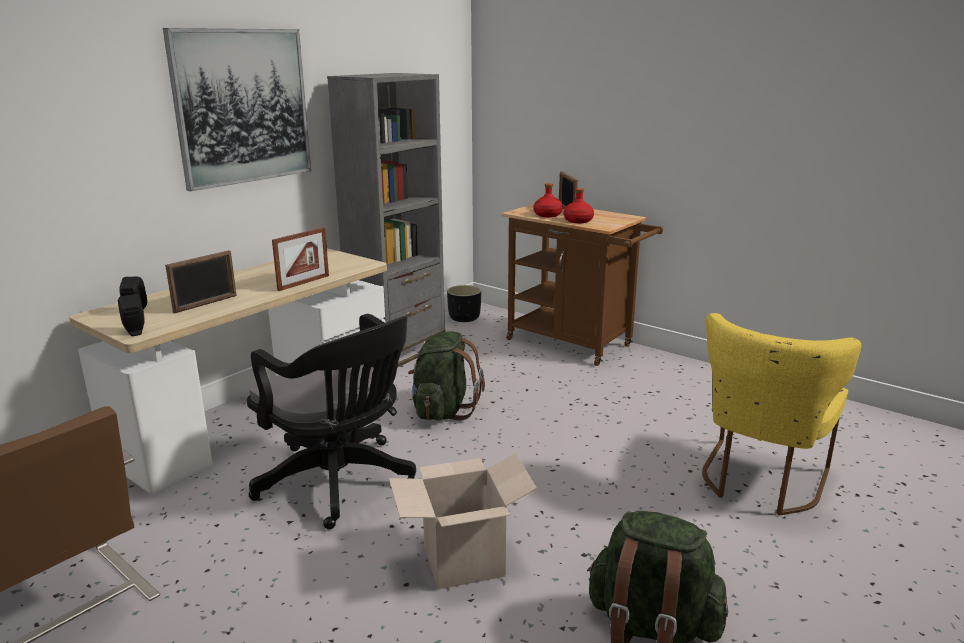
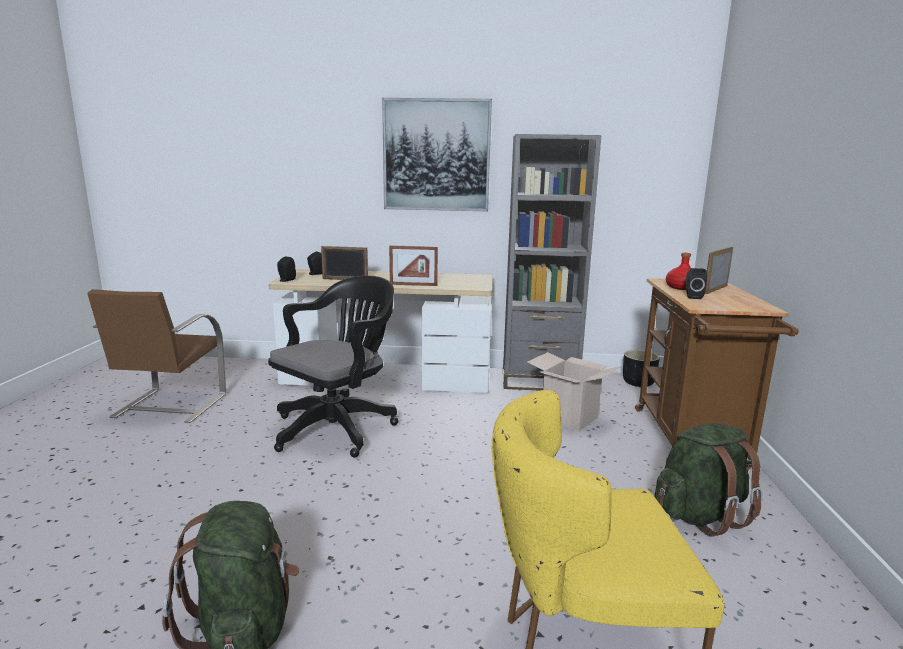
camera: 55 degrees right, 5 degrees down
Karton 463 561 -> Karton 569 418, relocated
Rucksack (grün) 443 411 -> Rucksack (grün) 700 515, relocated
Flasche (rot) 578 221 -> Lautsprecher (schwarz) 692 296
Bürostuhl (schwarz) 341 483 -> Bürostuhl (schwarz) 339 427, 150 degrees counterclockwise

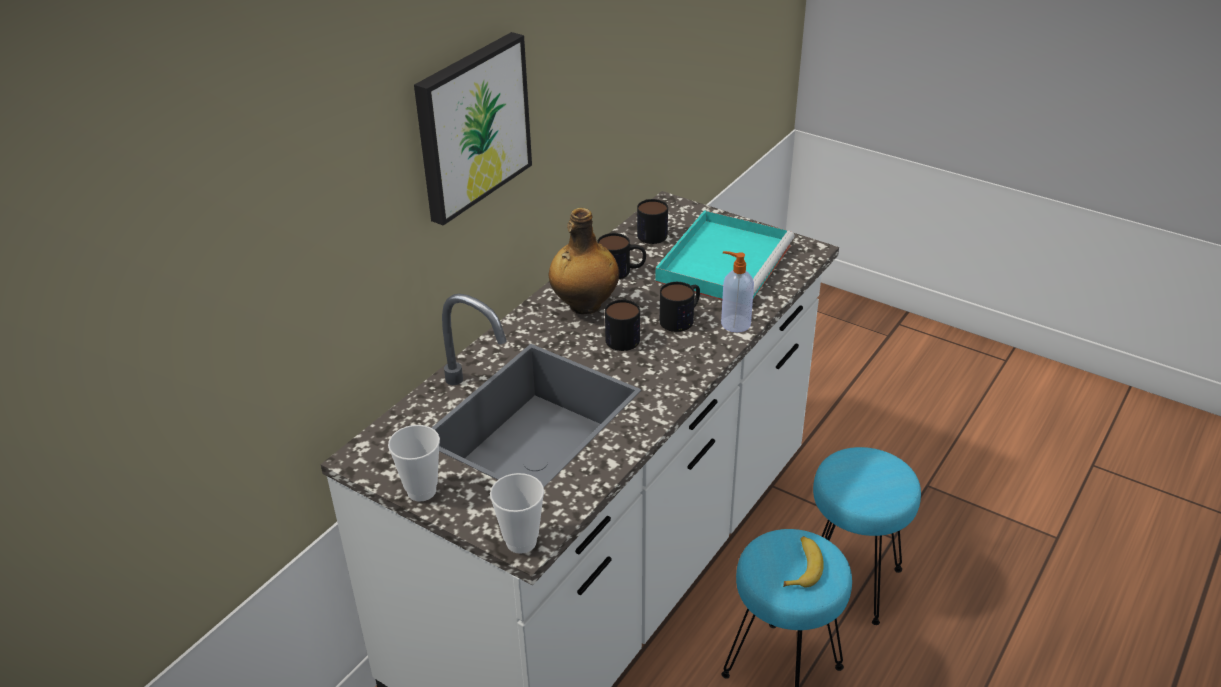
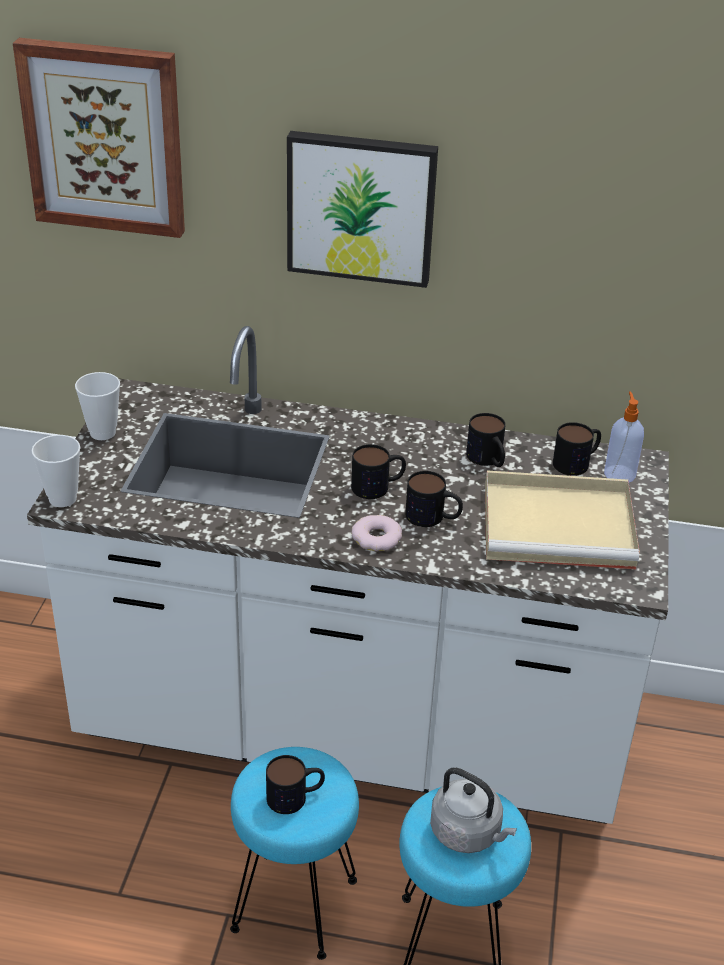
camera: 65 degrees right, 0 degrees up
Flasche 584 306 -> none
none -> Bild 104 137
none -> Donut 377 538
none -> Wasserkessel (grau) 468 833
Seifenspender 734 323 -> Seifenspender 619 473, relocated
Banane 802 566 -> Henkelbecher 295 796
Tablett (türkis) 724 261 -> Tablett (beige) 561 525

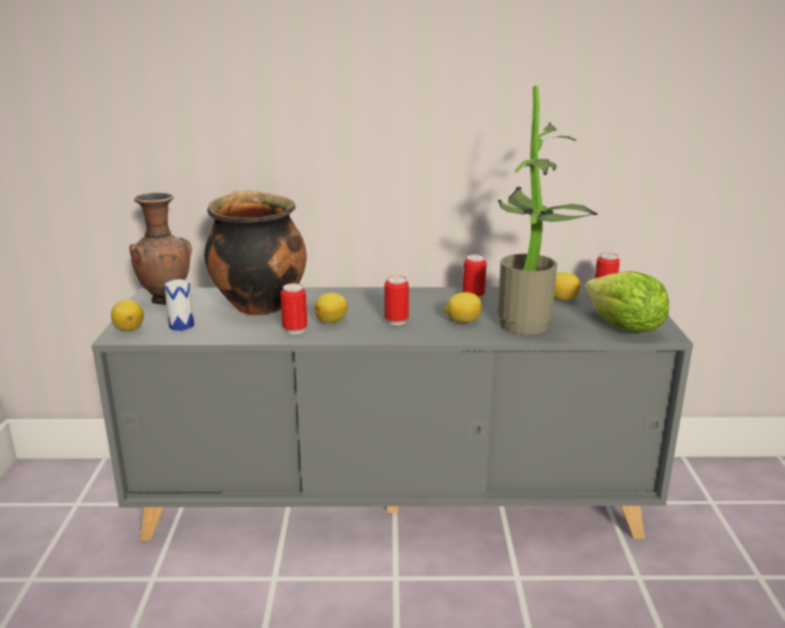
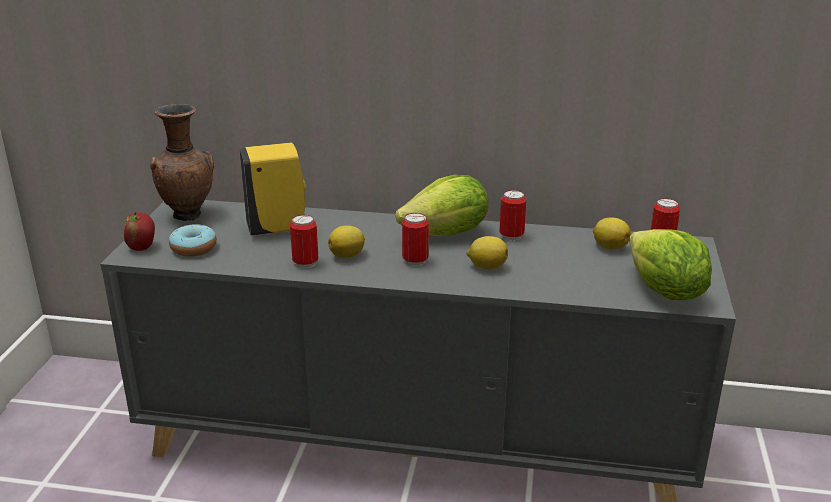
camera: 10 degrees right, 5 degrees up
Topfpflanze 532 326 -> none
none -> Salatkopf 447 234
Zitrone 129 328 -> Apfel 142 247
Dose 181 326 -> Donut 193 248
Kochtopf 258 305 -> Seifenspender (gelb) 278 229

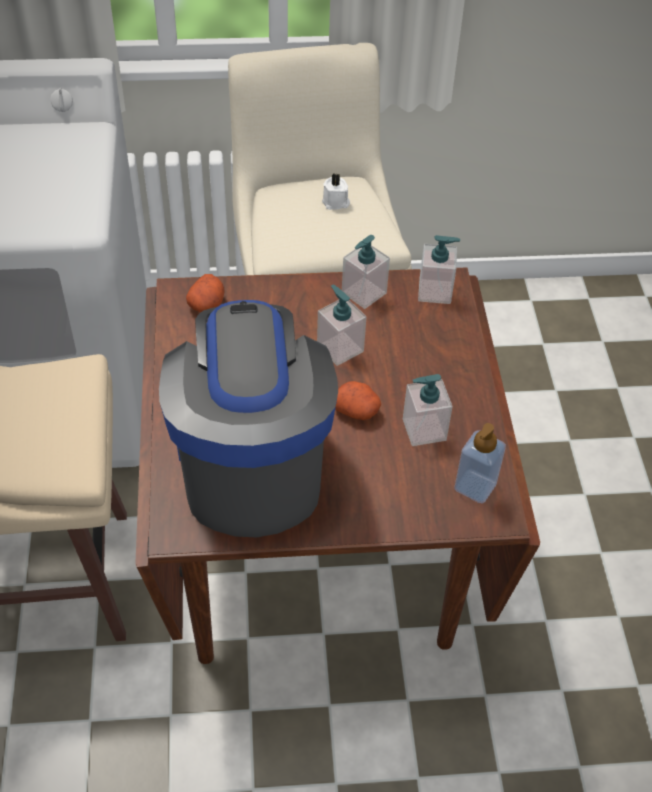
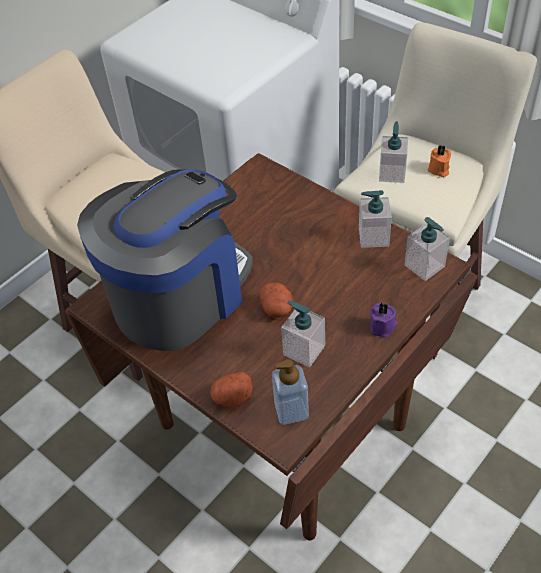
camera: 50 degrees right, 0 degrees up
none -> Kerze (lila) 383 327
Kartoffel 206 304 -> Kartoffel 232 397, relocated
Seifenspender 340 348 -> Seifenspender 392 173, relocated
Kerze (weiß) 336 202 -> Kerze (orange) 438 170

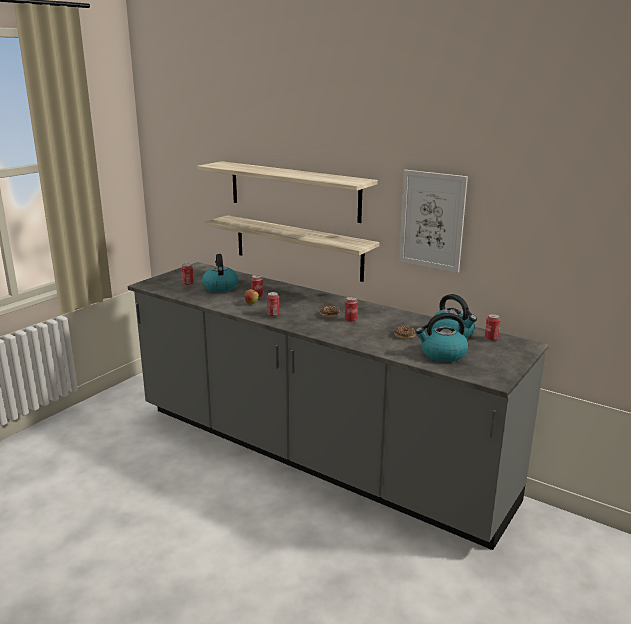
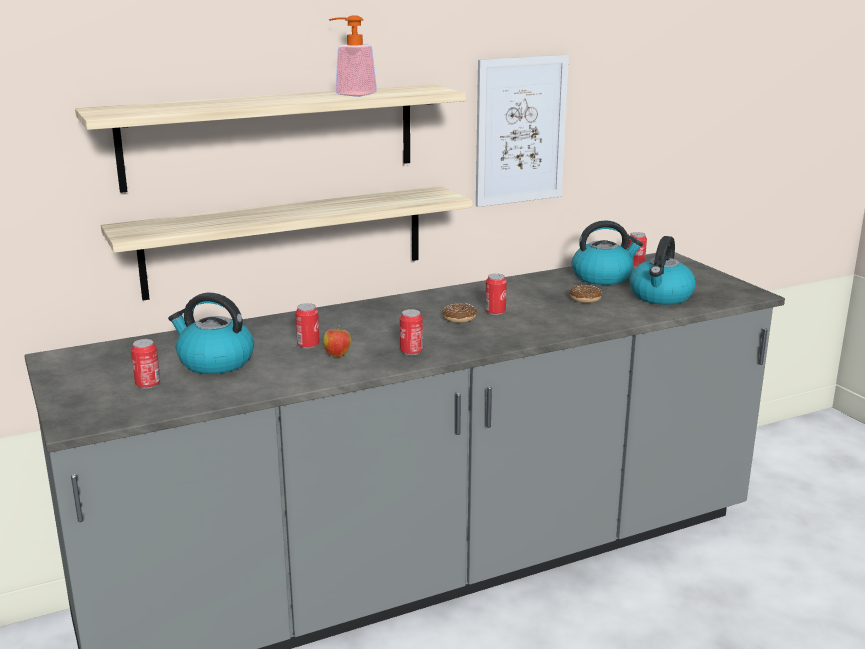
camera: 60 degrees left, 0 degrees up
none -> Seifenspender 350 93

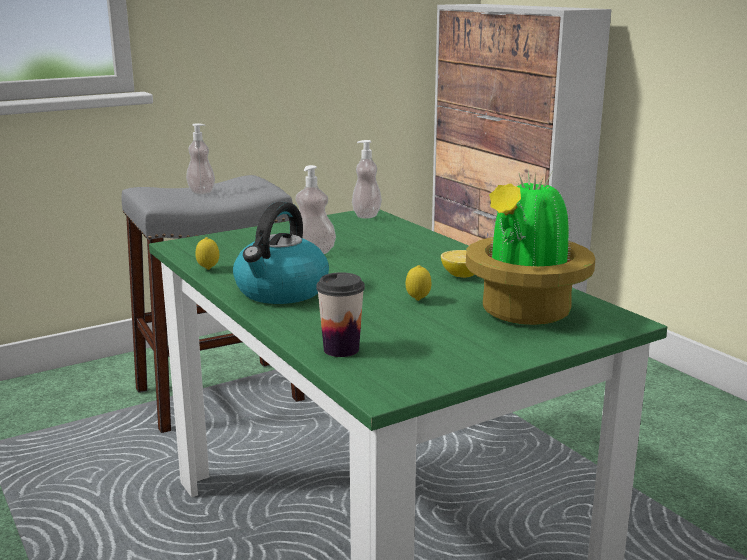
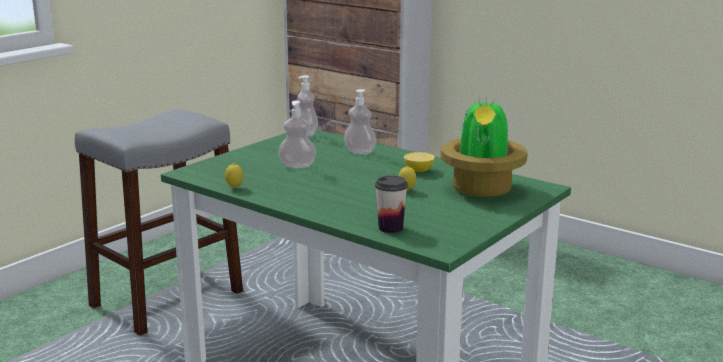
camera: 20 degrees left, 0 degrees up
Wasserkessel 281 291 -> none
Seifenspender 201 192 -> Seifenspender 360 152, relocated

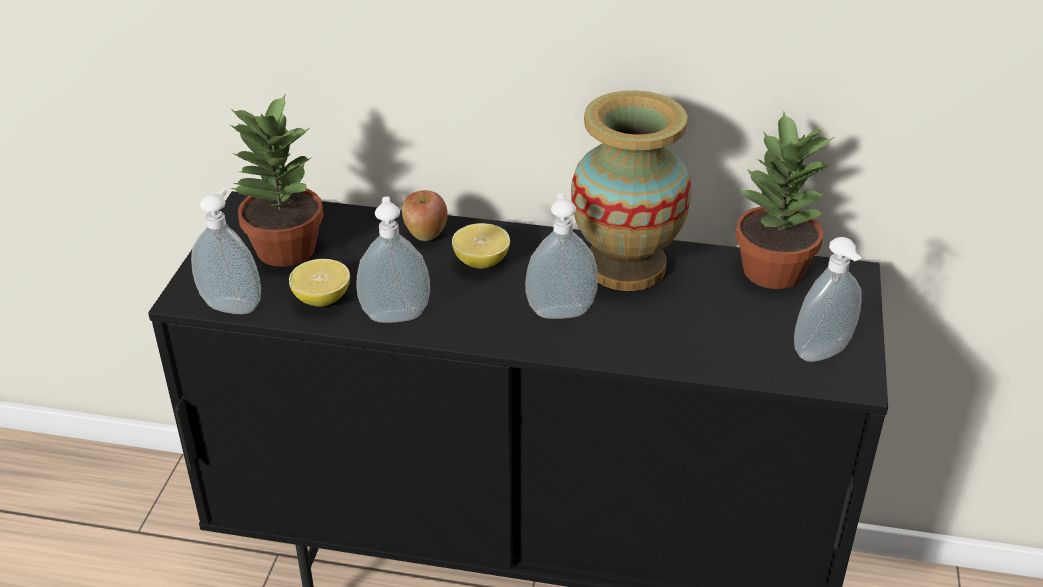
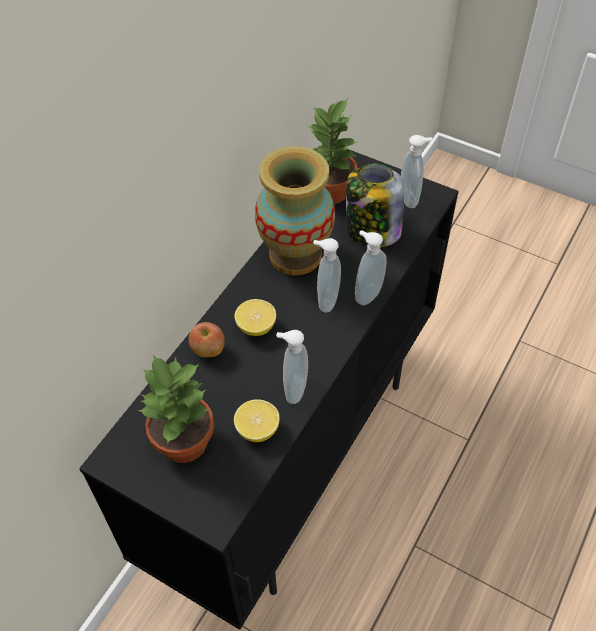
camera: 70 degrees left, 15 degrees up
none -> Vorratsglas 372 231
Seifenspender 233 305 -> Seifenspender 367 294, relocated

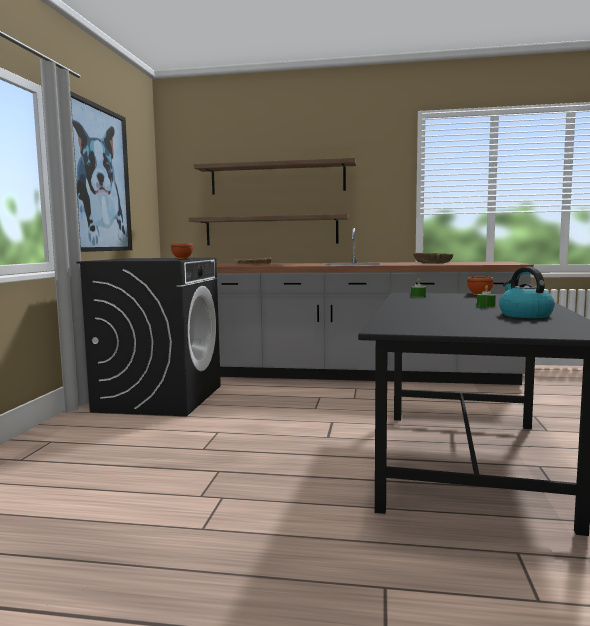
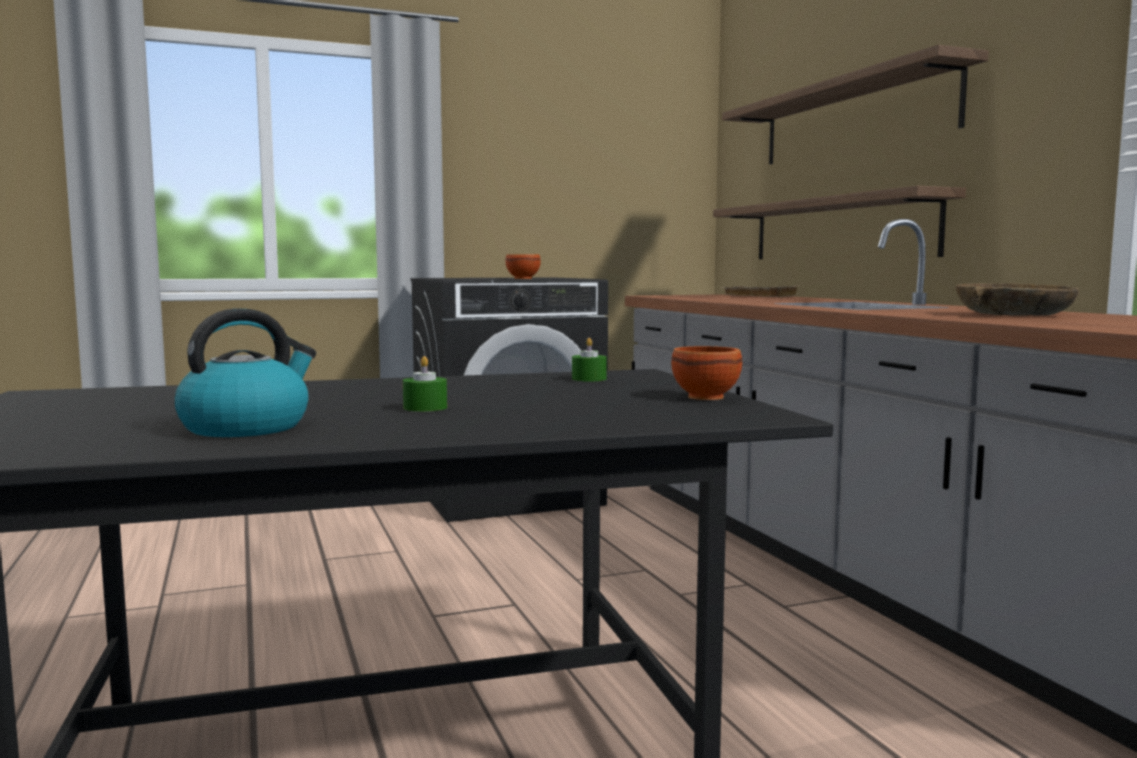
camera: 60 degrees right, 0 degrees up
Bild 100 179 -> none

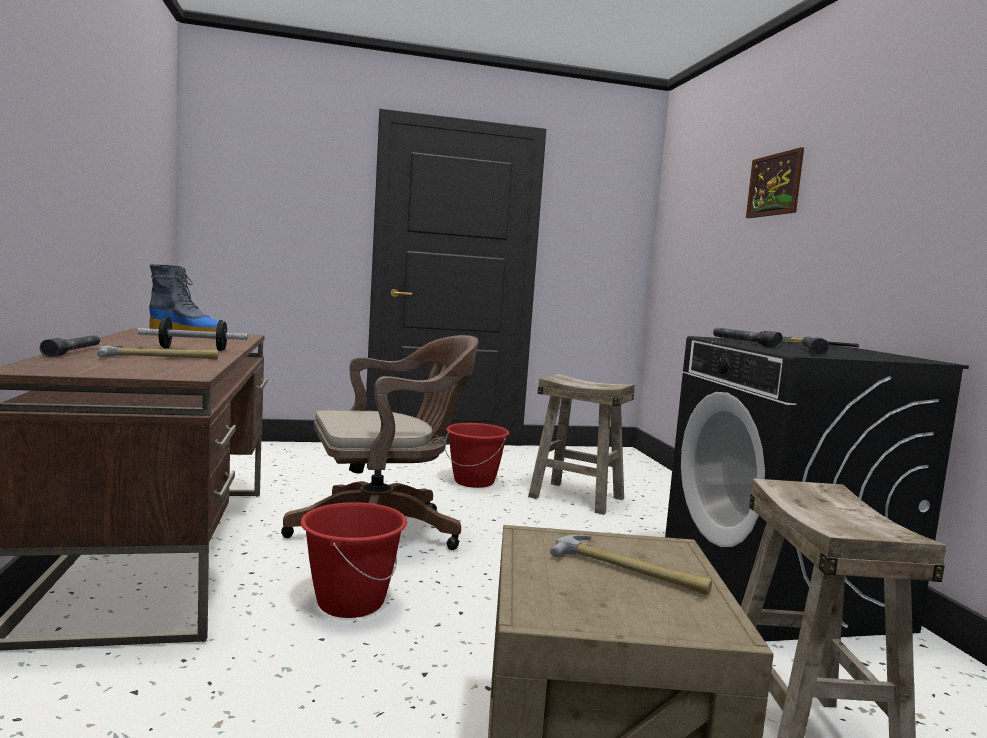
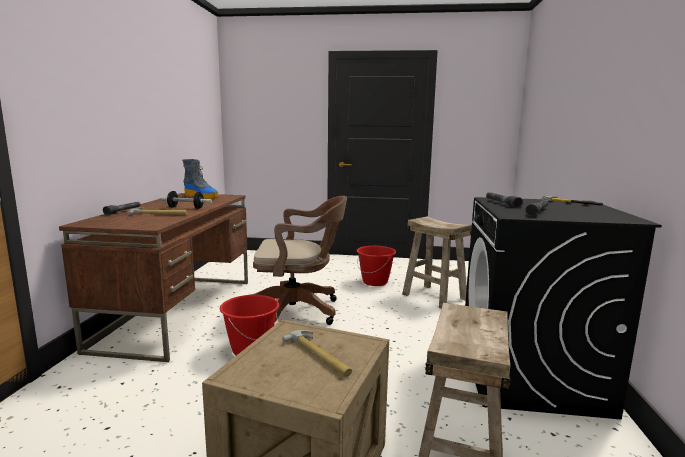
camera: 20 degrees right, 5 degrees up
Bild 774 185 -> none

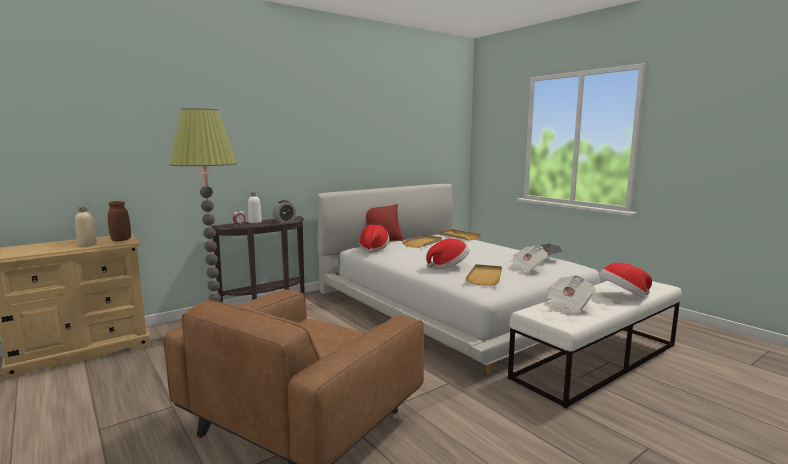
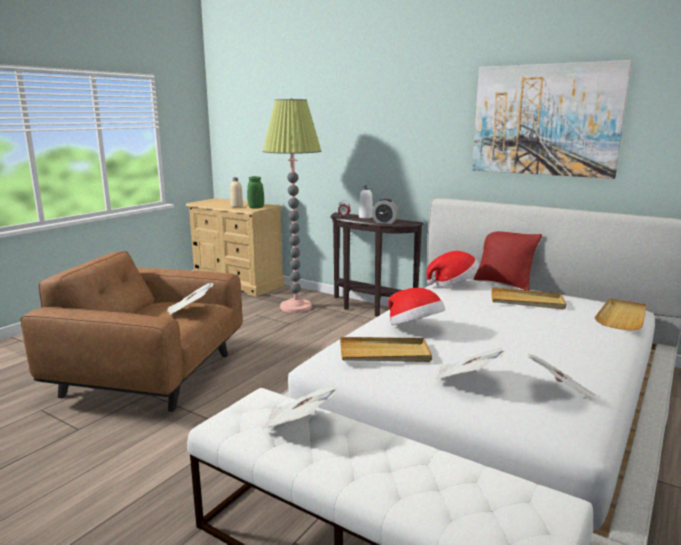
camera: 70 degrees right, 5 degrees up
Hut 622 296 -> none
none -> Zeitung 189 311
none -> Bild 545 120
Vase (braun) 121 240 -> Vase (grün) 256 208

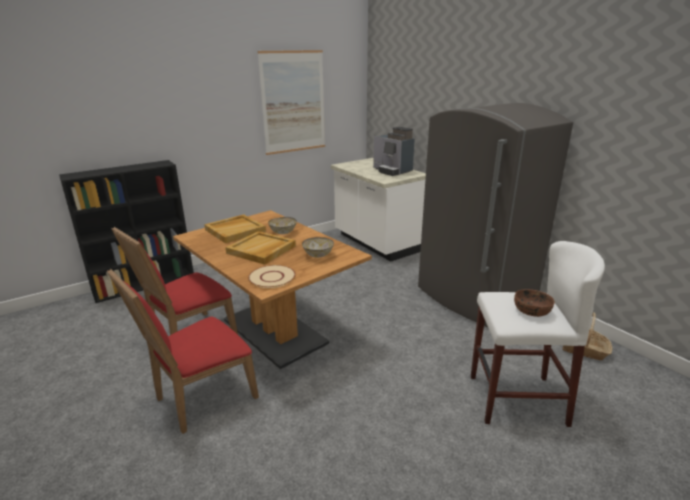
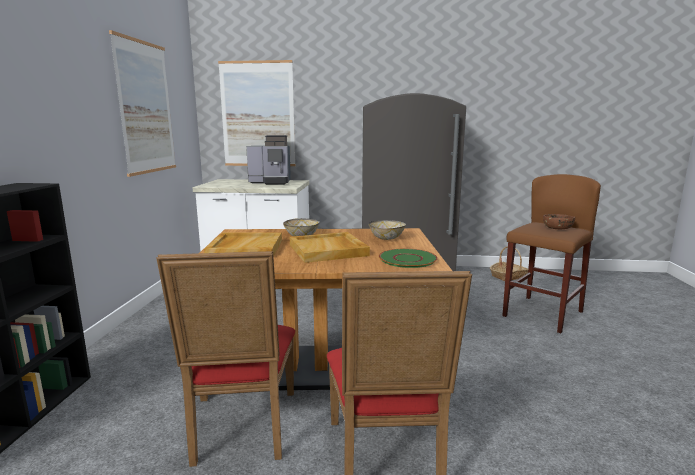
camera: 50 degrees left, 10 degrees down
none -> Bild 258 114
Teller (beige) 272 277 -> Teller (grün) 408 259
Hocker (weiß) 516 399 -> Hocker (braun) 542 314

